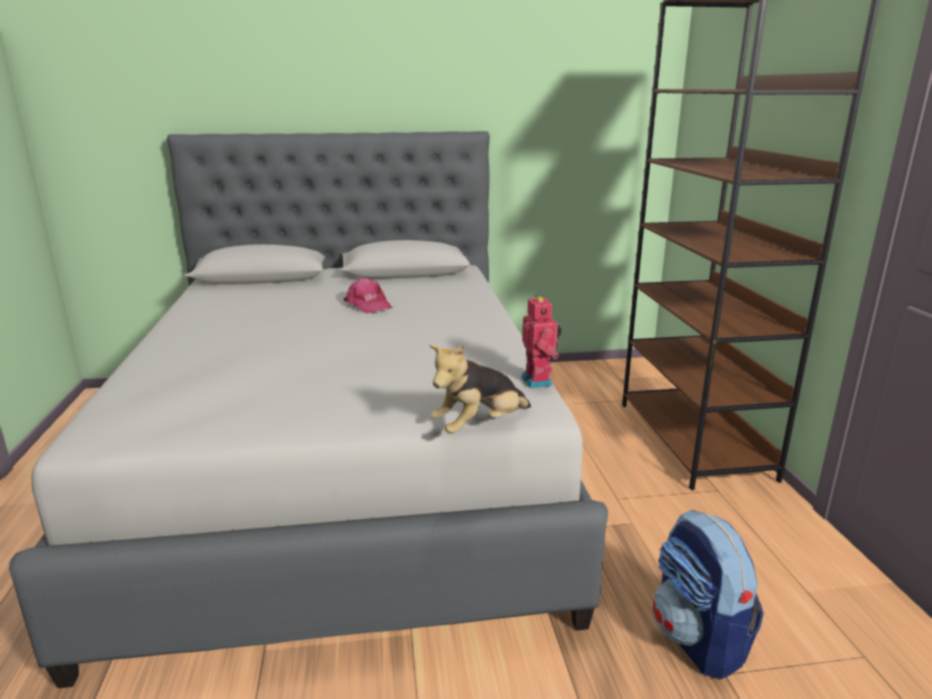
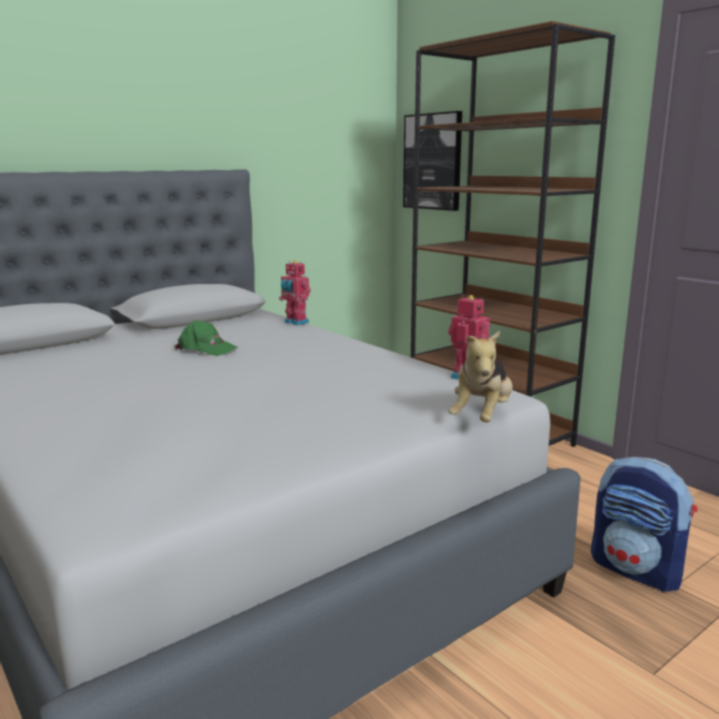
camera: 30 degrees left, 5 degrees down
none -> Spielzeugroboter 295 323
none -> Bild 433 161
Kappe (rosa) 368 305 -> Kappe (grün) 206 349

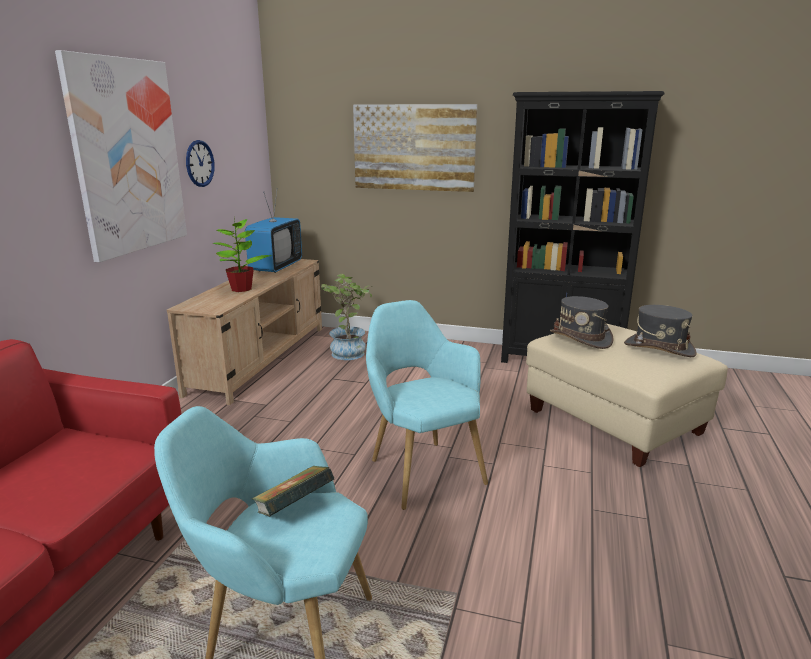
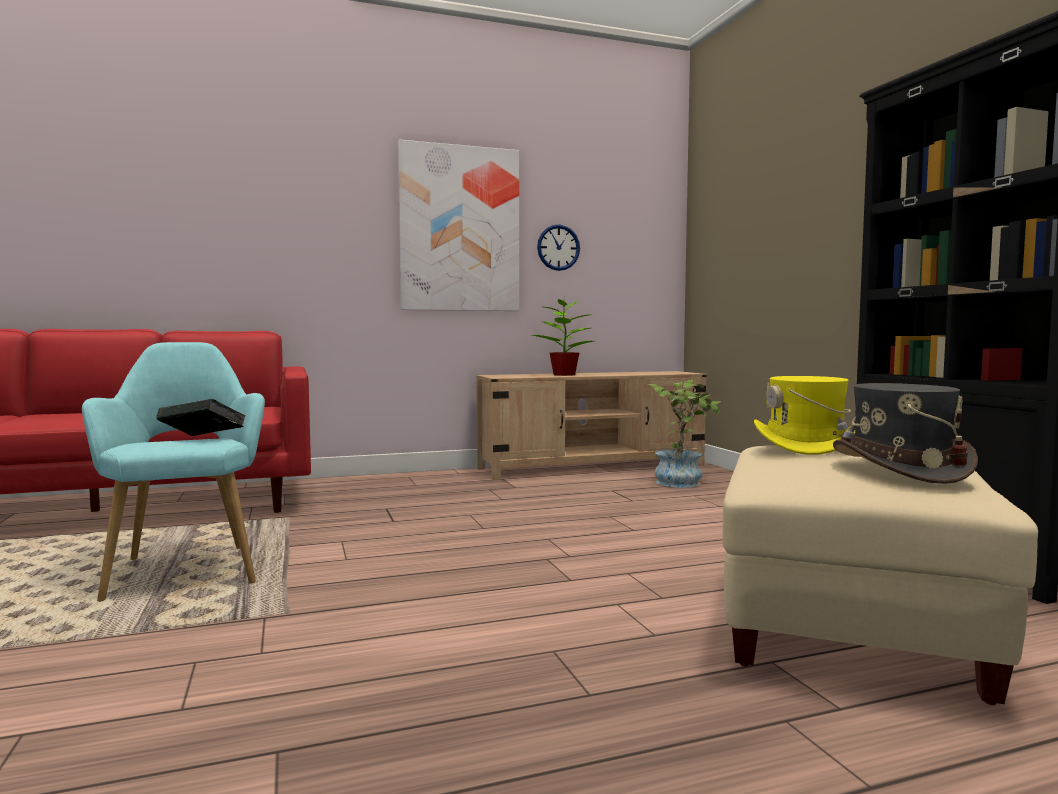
camera: 55 degrees right, 15 degrees down
Fernseher 276 267 -> none
Bild 413 147 -> none
Sessel (türkis) 421 469 -> none
Hut (grau) 580 338 -> Hut (gelb) 806 445

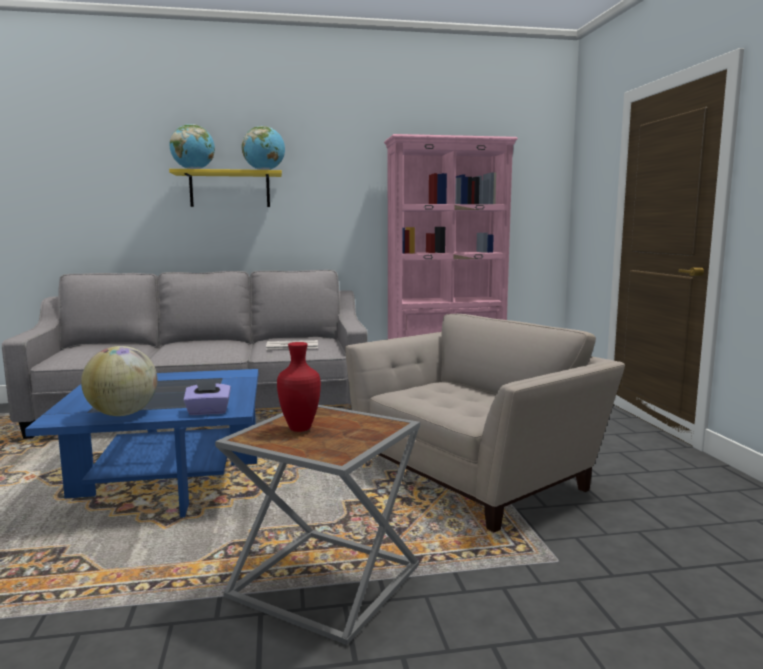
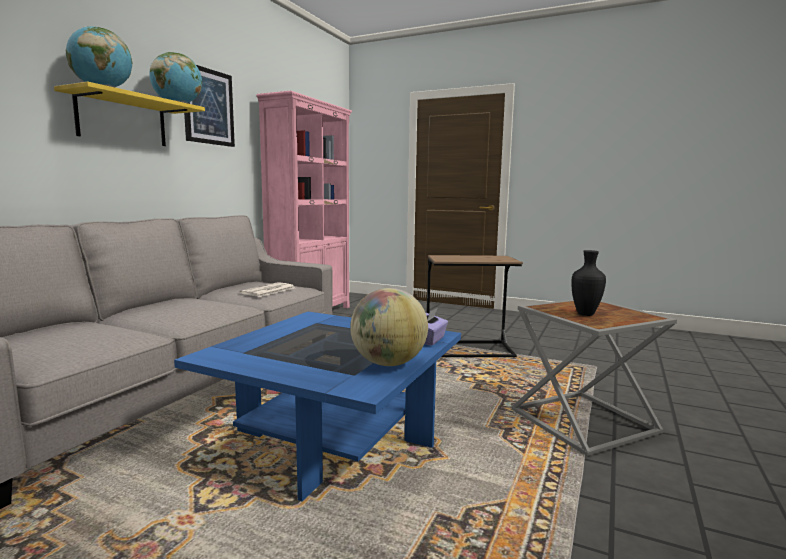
camera: 55 degrees left, 0 degrees up
none -> Bild 208 107
Sessel (beige) 473 473 -> Beistelltisch (braun) 469 350
Vase (rot) 301 429 -> Vase (schwarz) 586 314

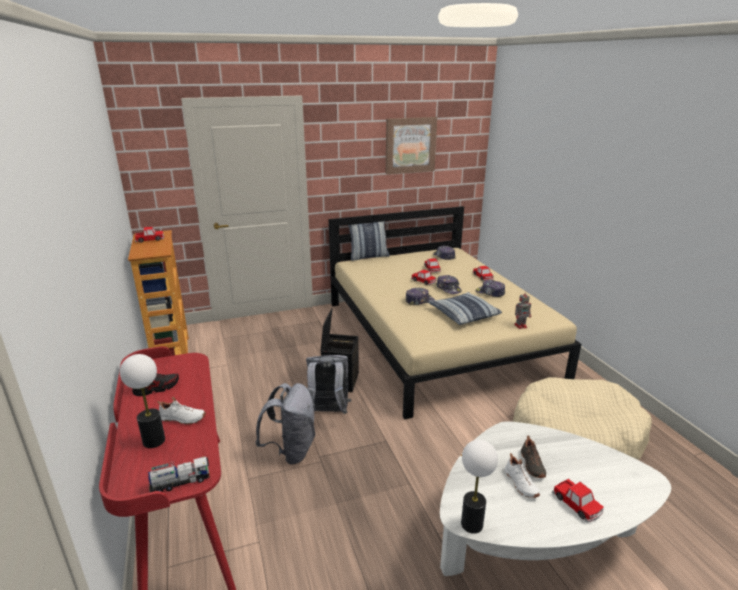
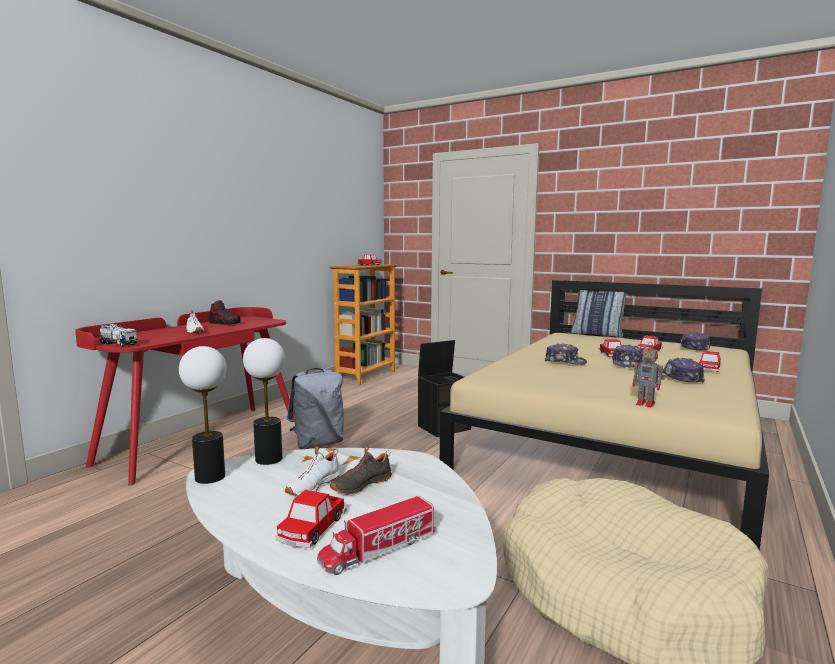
camera: 50 degrees right, 15 degrees down
Rucksack (grau) 328 412 -> none
Bild 410 145 -> none
Kissen 463 314 -> none
none -> Spielzeuglaster 379 549
Tischlampe 154 440 -> Tischlampe 269 459, relocated

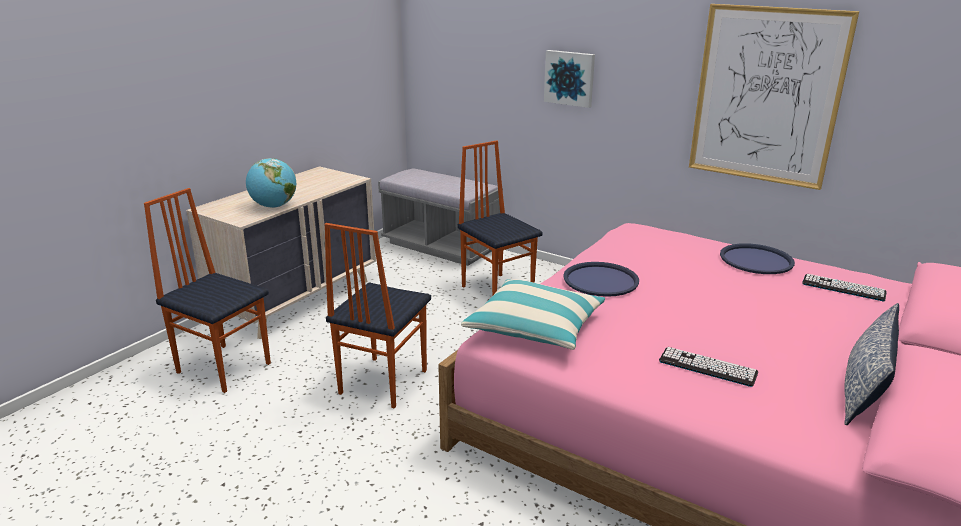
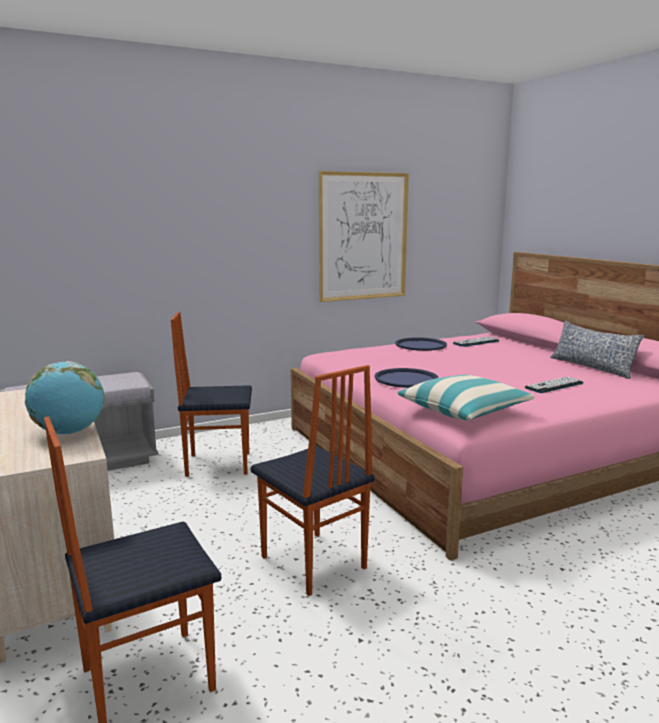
camera: 60 degrees left, 10 degrees down
Bild 570 78 -> none

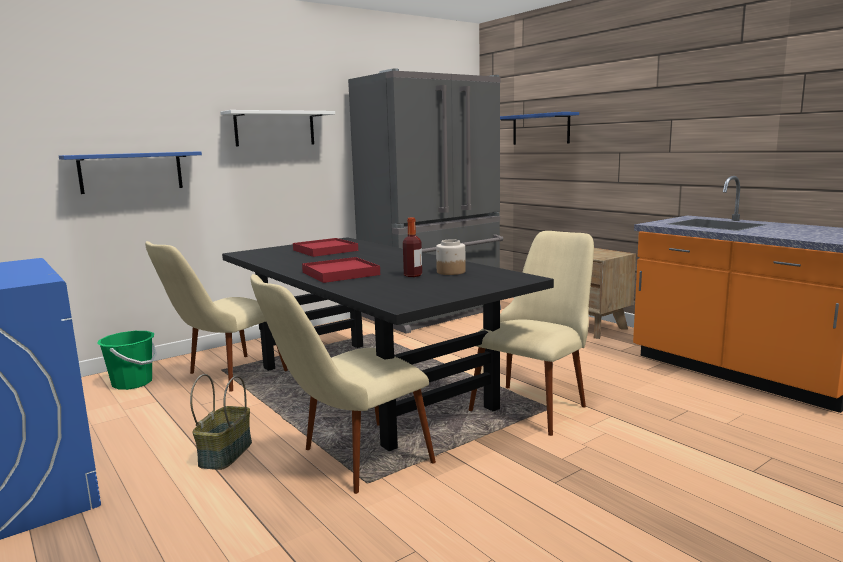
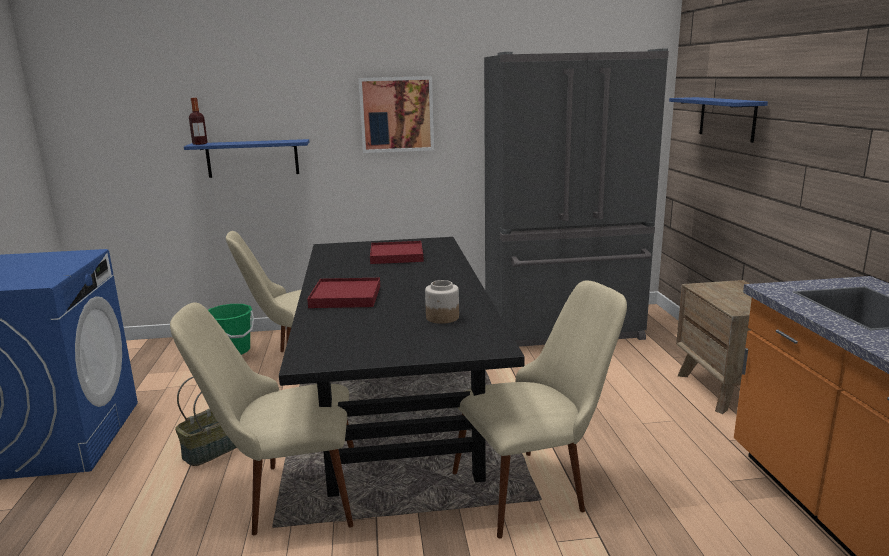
camera: 30 degrees right, 5 degrees up
Flasche 413 275 -> Flasche 200 144, relocated
Wandregal (weiß) 275 128 -> Bild 396 114

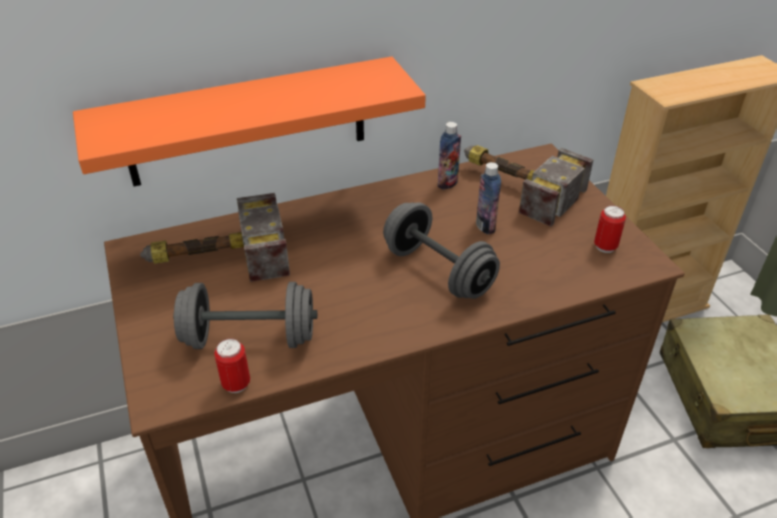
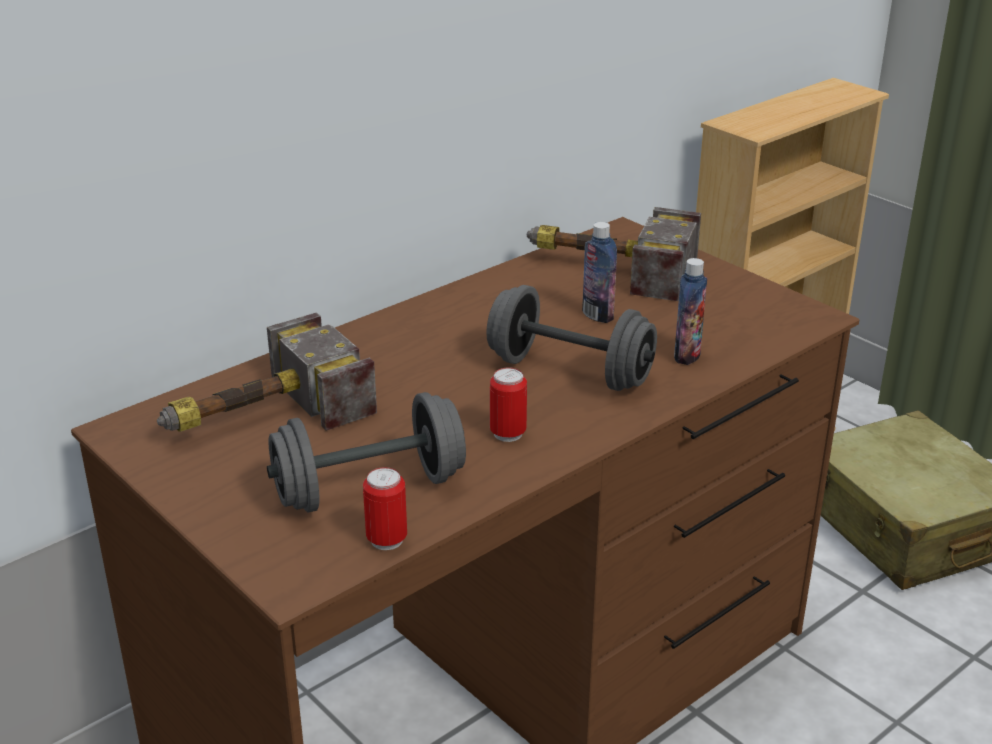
camera: 20 degrees left, 10 degrees down
Wandregal (orange) 247 122 -> none
Flasche 447 183 -> Flasche 687 355, relocated
Dose 605 247 -> Dose 508 434, relocated

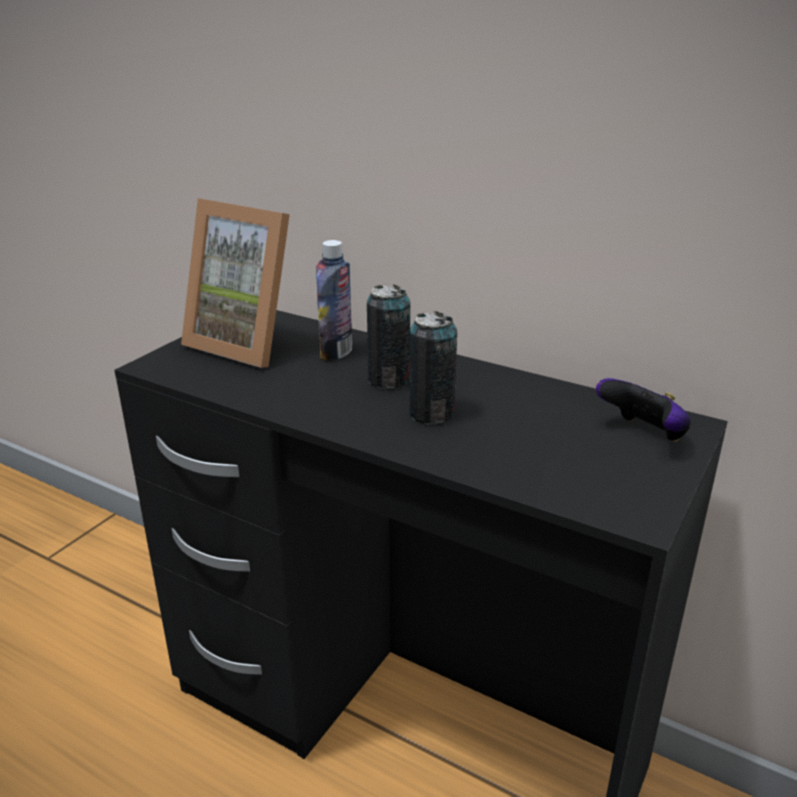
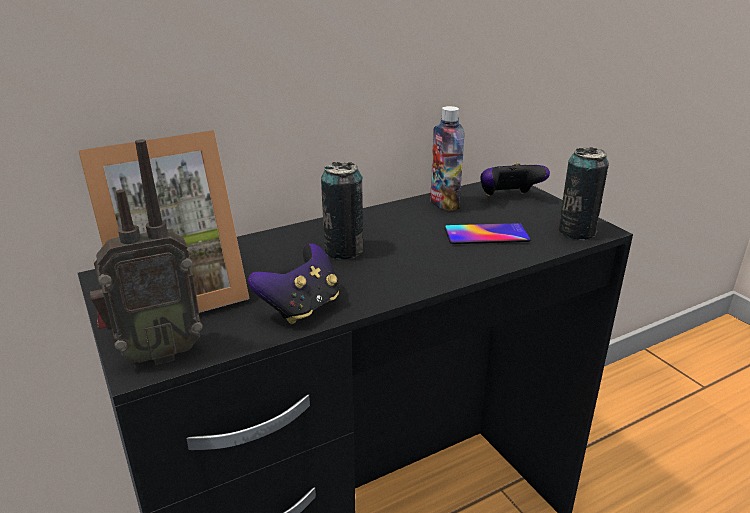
camera: 60 degrees left, 0 degrees up
none -> Radio 157 353
none -> Gamepad 301 308
none -> Handy 486 234
Flasche 336 352 -> Flasche 444 204, relocated
Dose 431 414 -> Dose 576 232, relocated

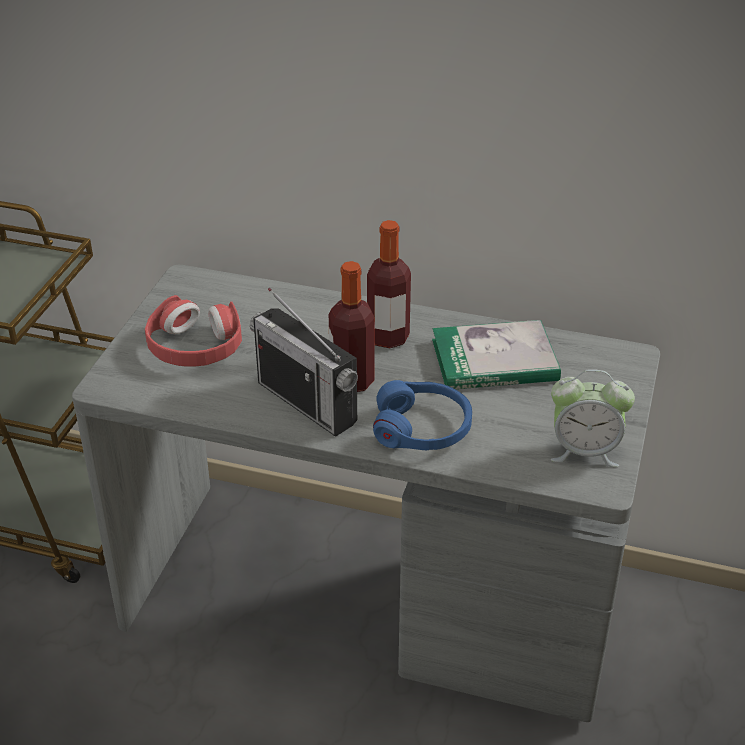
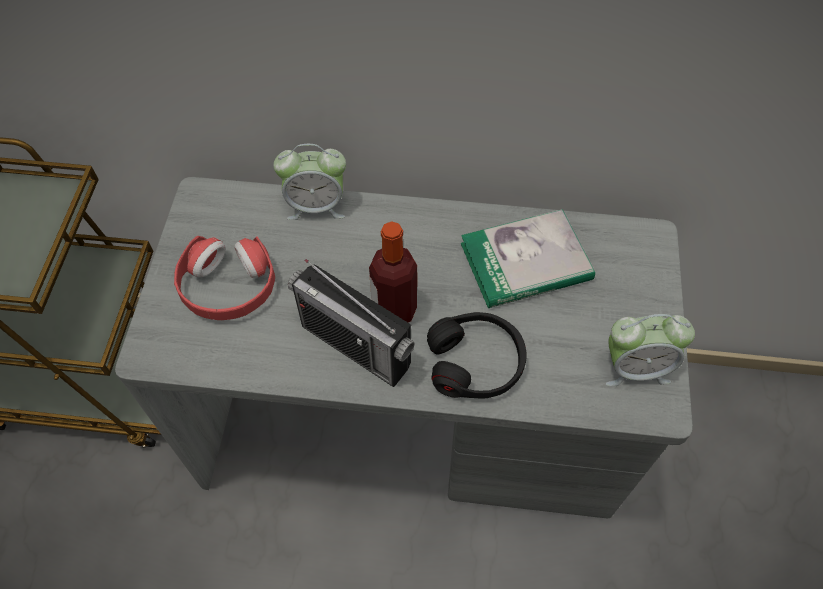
camera: 10 degrees left, 20 degrees up
Flasche 388 337 -> none
none -> Wecker 316 205
Kopfhörer (blau) 422 428 -> Kopfhörer (schwarz) 475 362

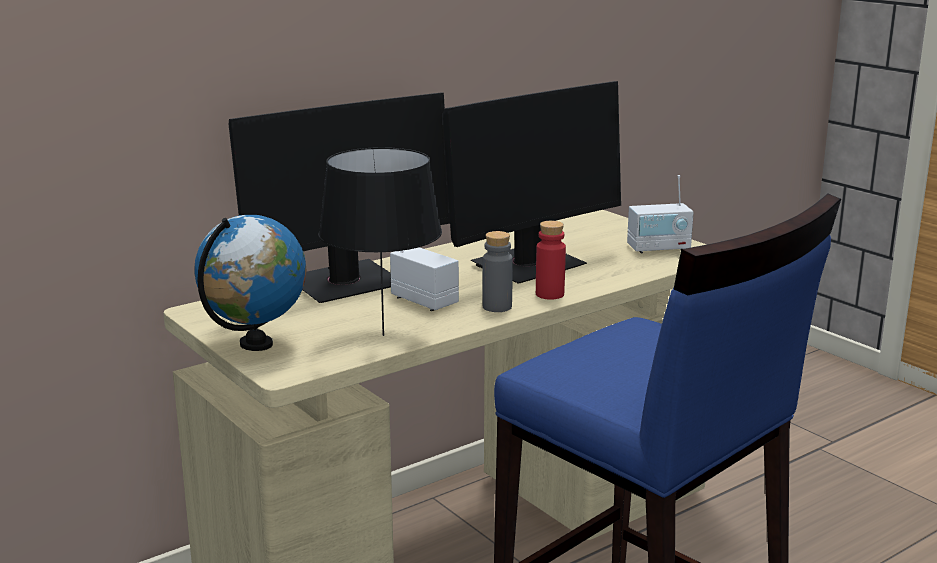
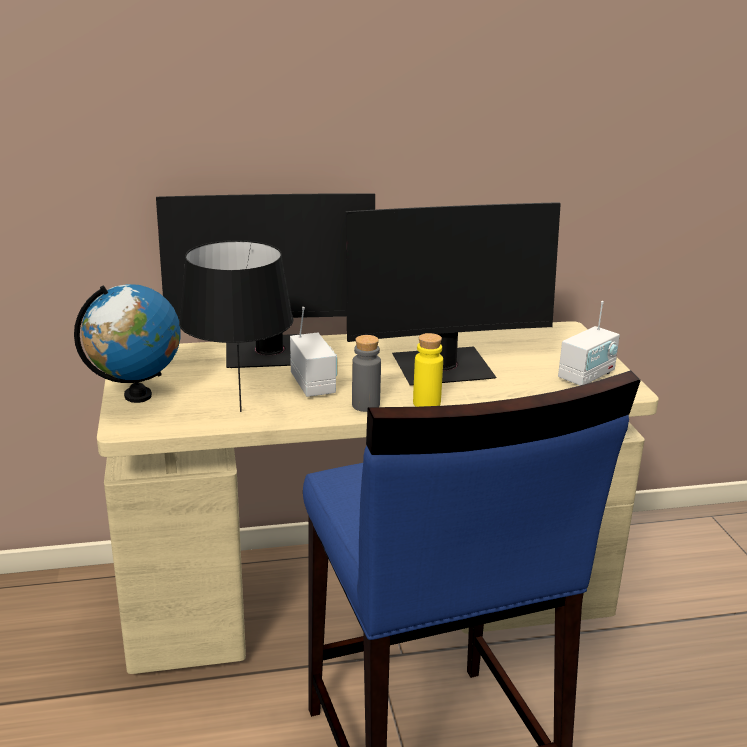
camera: 25 degrees right, 5 degrees up
Flasche (rot) 549 294 -> Flasche (gelb) 426 403
Radio 659 248 -> Radio 587 376, 60 degrees counterclockwise

